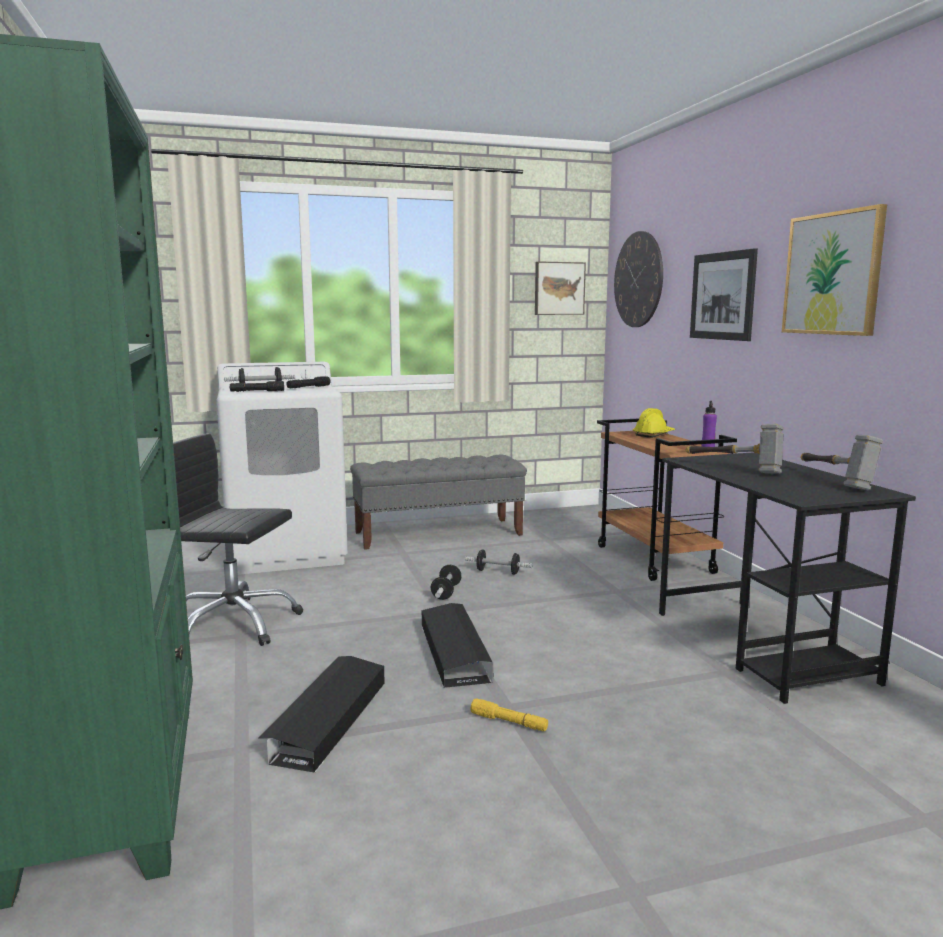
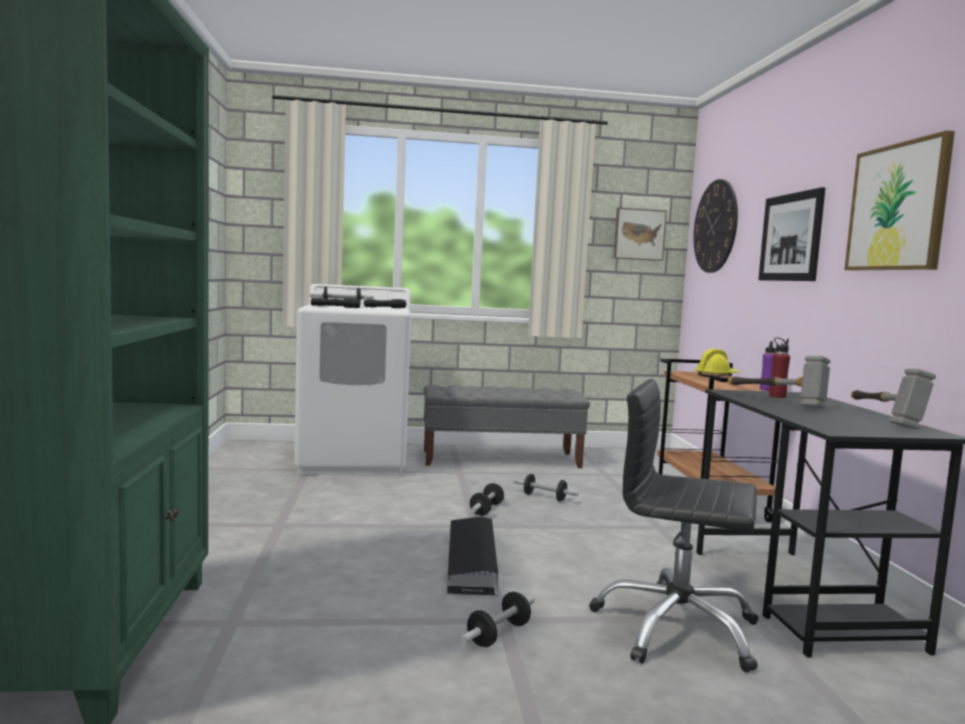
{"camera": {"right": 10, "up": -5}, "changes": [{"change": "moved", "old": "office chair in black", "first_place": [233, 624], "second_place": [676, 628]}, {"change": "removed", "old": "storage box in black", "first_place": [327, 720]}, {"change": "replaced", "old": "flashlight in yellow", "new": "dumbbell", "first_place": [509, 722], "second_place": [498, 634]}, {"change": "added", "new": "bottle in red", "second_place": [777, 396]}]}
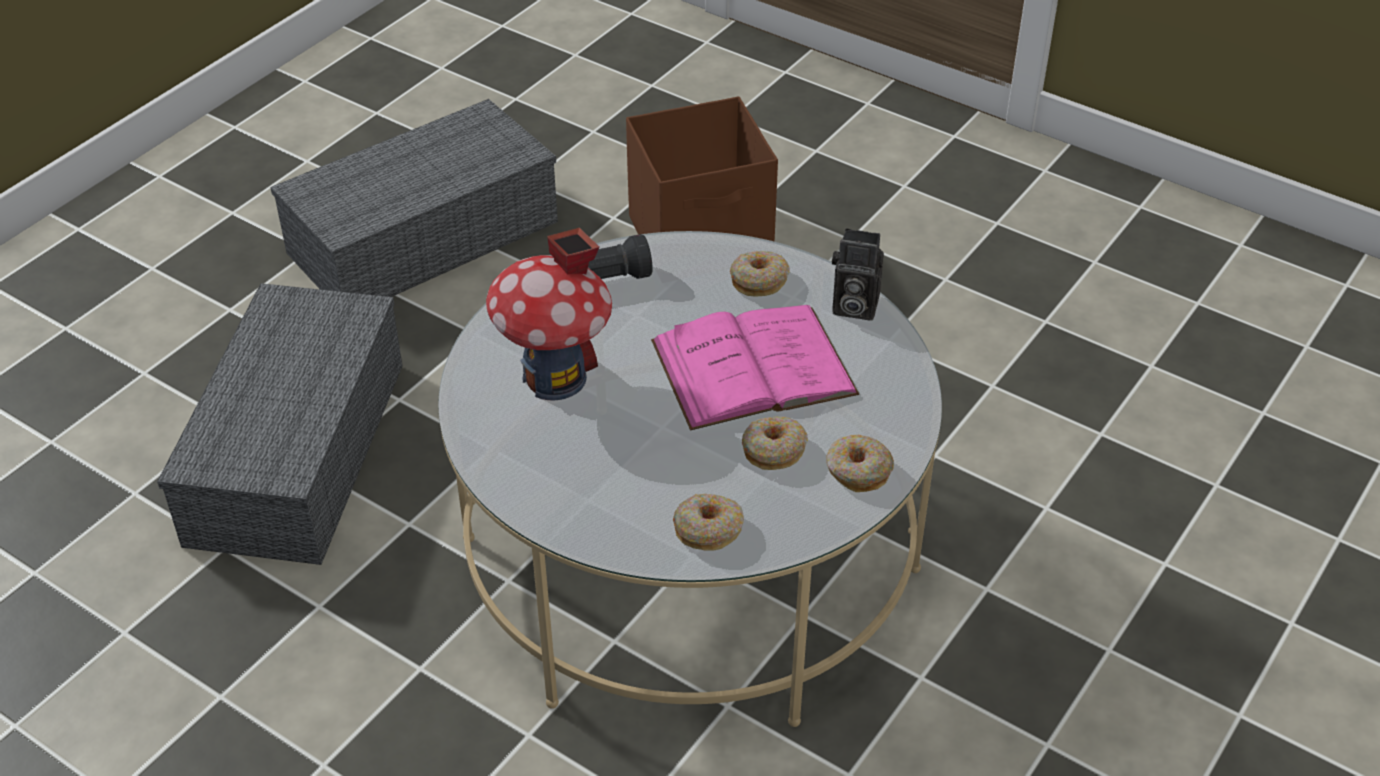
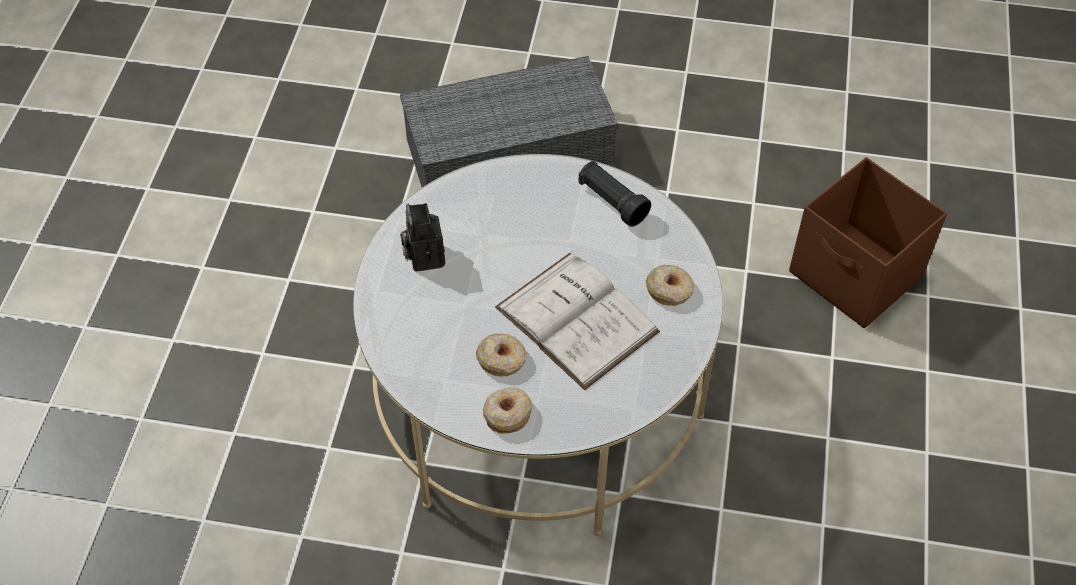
{"camera": {"right": 65, "up": 10}, "changes": [{"change": "removed", "old": "storage box in grey", "first_place": [425, 234]}, {"change": "removed", "old": "toy house", "first_place": [555, 378]}, {"change": "recoloured", "old": "book in pink", "new": "book in white", "first_place": [753, 367], "second_place": [577, 319]}, {"change": "removed", "old": "donut", "first_place": [708, 529]}, {"change": "moved", "old": "photo camera", "first_place": [852, 306], "second_place": [424, 256]}]}
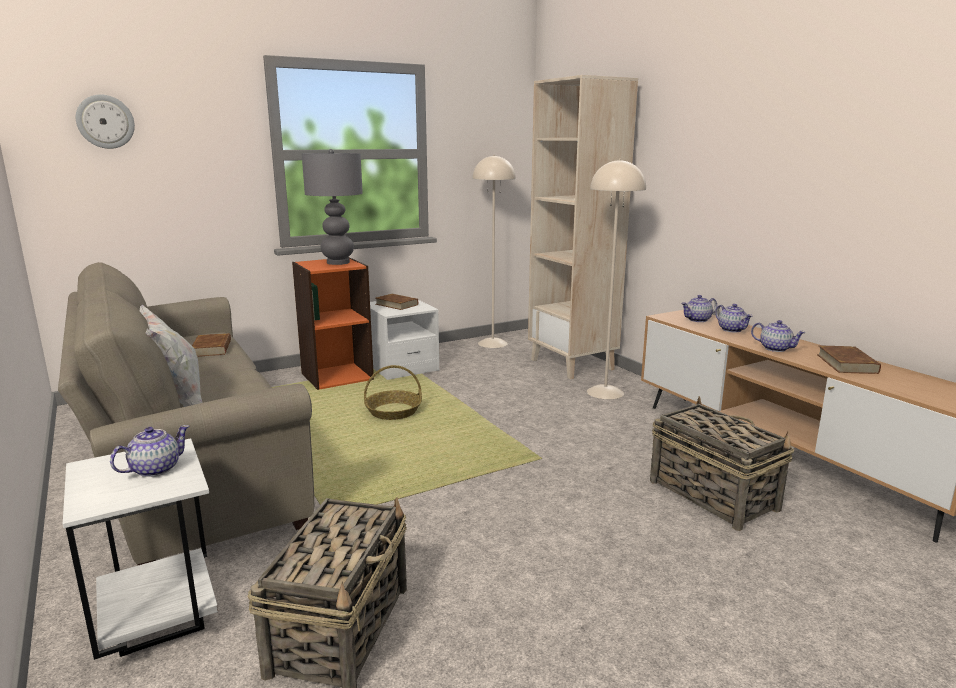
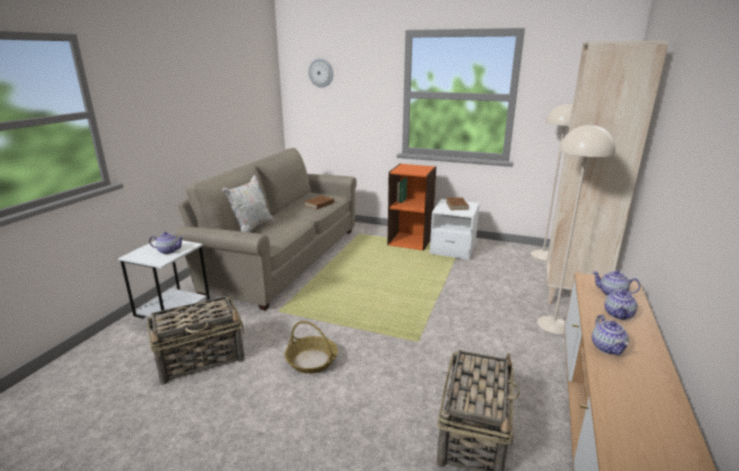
{"camera": {"right": 50, "up": 5}, "changes": [{"change": "removed", "old": "table lamp in grey", "first_place": [338, 262]}, {"change": "moved", "old": "basket", "first_place": [393, 411], "second_place": [312, 360]}, {"change": "removed", "old": "book in brown", "first_place": [847, 364]}]}
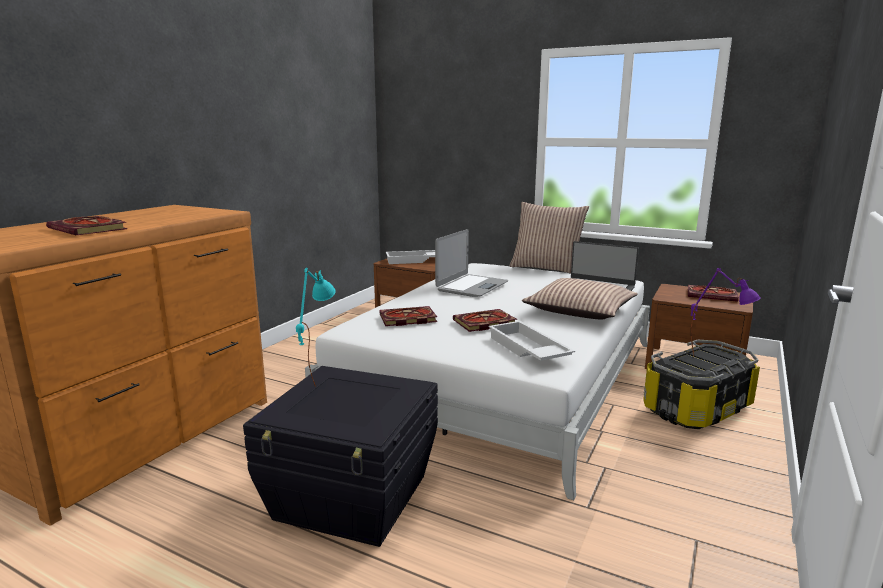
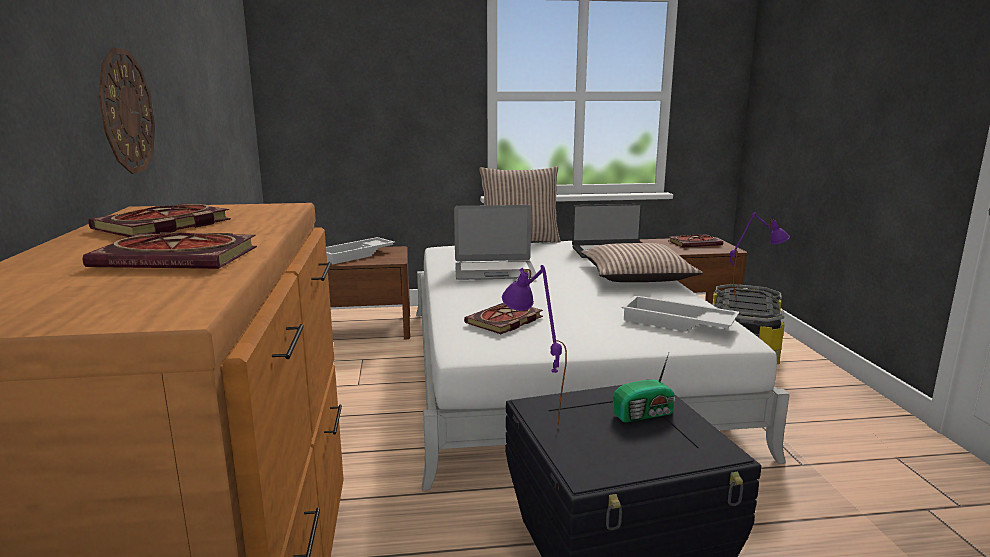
{"camera": {"right": -35, "up": 0}, "changes": [{"change": "recoloured", "old": "table lamp in turquoise", "new": "table lamp in purple", "first_place": [317, 375], "second_place": [531, 411]}, {"change": "turned", "old": "laptop", "first_place": [471, 286], "second_place": [494, 272], "degrees": 90}, {"change": "moved", "old": "book", "first_place": [483, 323], "second_place": [162, 226]}, {"change": "added", "new": "wall clock", "second_place": [126, 111]}, {"change": "added", "new": "radio", "second_place": [645, 414]}]}
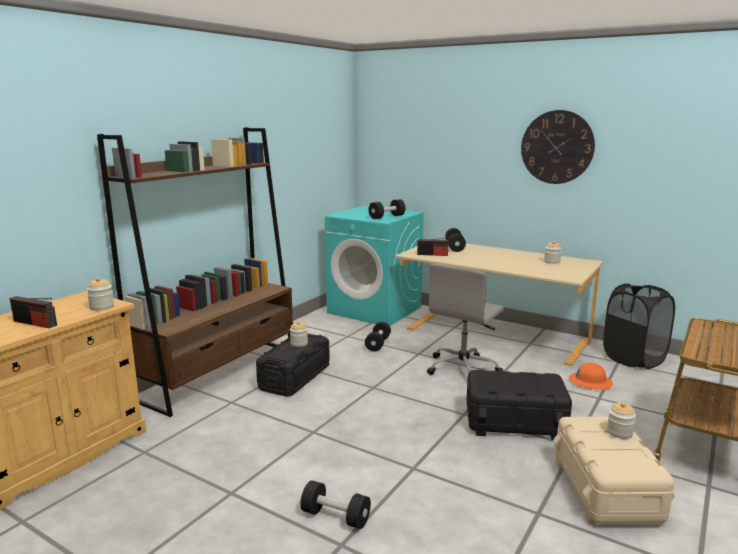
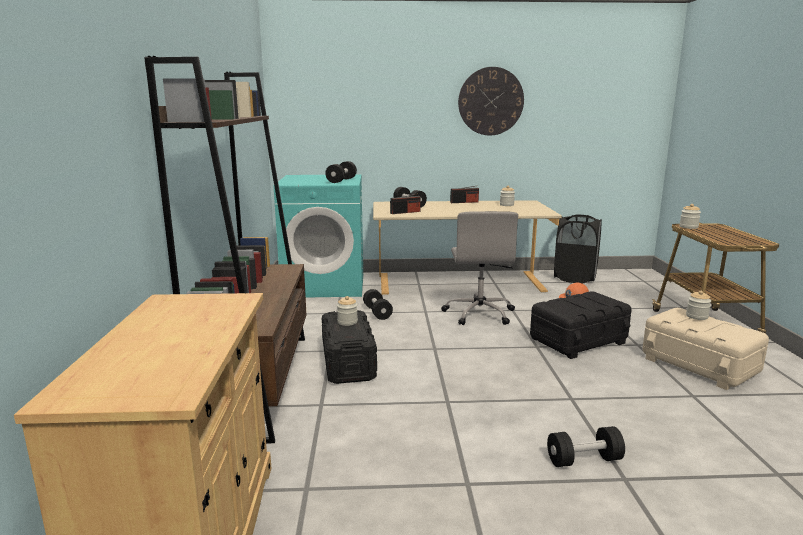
{"camera": {"right": -35, "up": 0}, "changes": [{"change": "moved", "old": "radio", "first_place": [35, 323], "second_place": [464, 202]}, {"change": "moved", "old": "jar", "first_place": [102, 307], "second_place": [688, 227]}]}
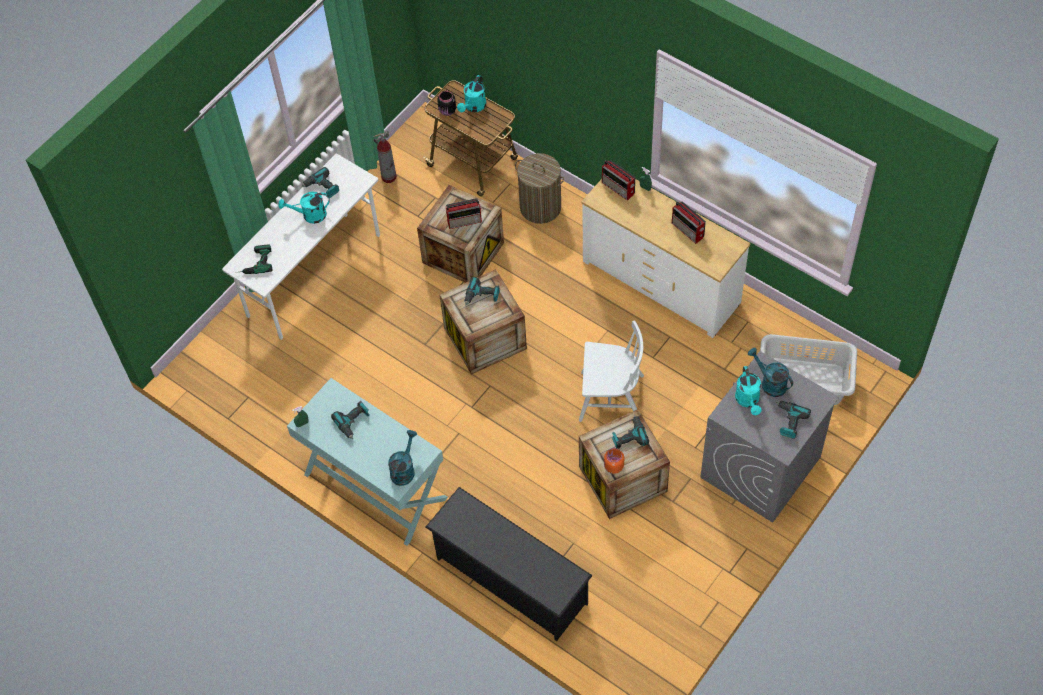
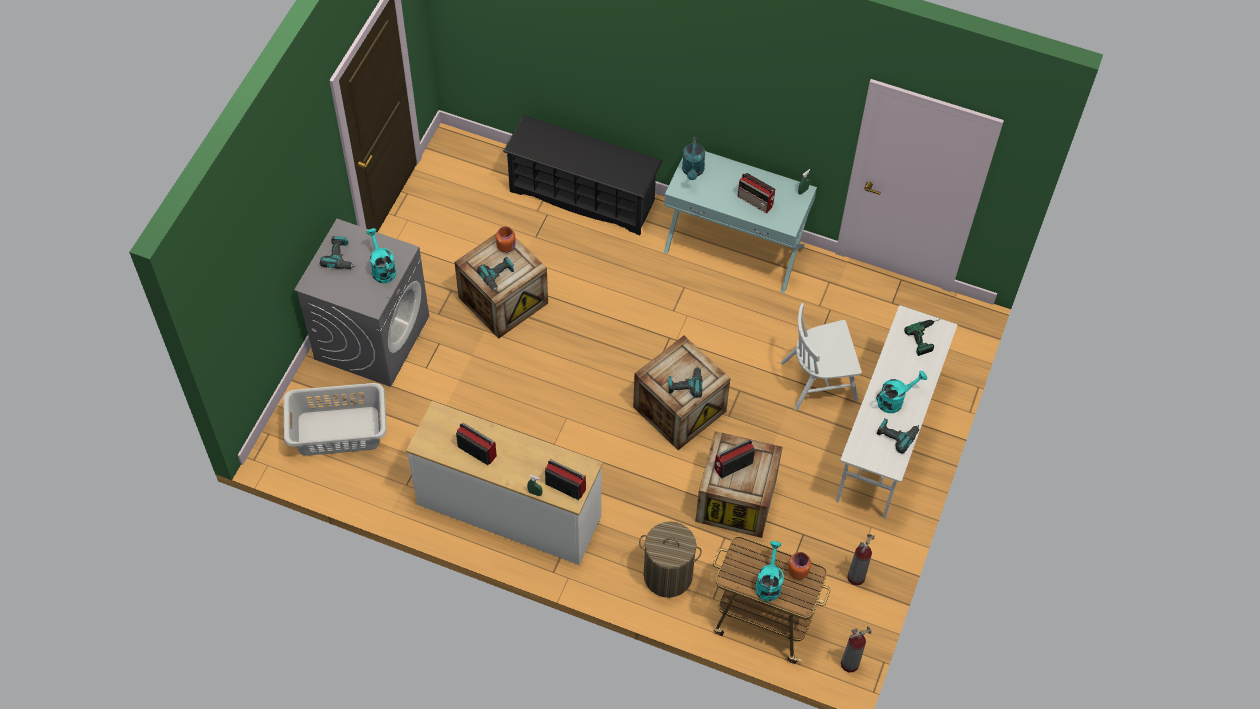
{"camera": {"right": 160, "up": 0}, "changes": [{"change": "replaced", "old": "power drill", "new": "radio", "first_place": [353, 422], "second_place": [756, 201]}, {"change": "recoloured", "old": "jar in black", "new": "jar in orange", "first_place": [447, 111], "second_place": [797, 571]}, {"change": "moved", "old": "chair in white", "first_place": [610, 397], "second_place": [819, 380]}, {"change": "removed", "old": "watering can in turquoise", "first_place": [769, 383]}, {"change": "added", "new": "fire extinguisher", "second_place": [849, 664]}]}
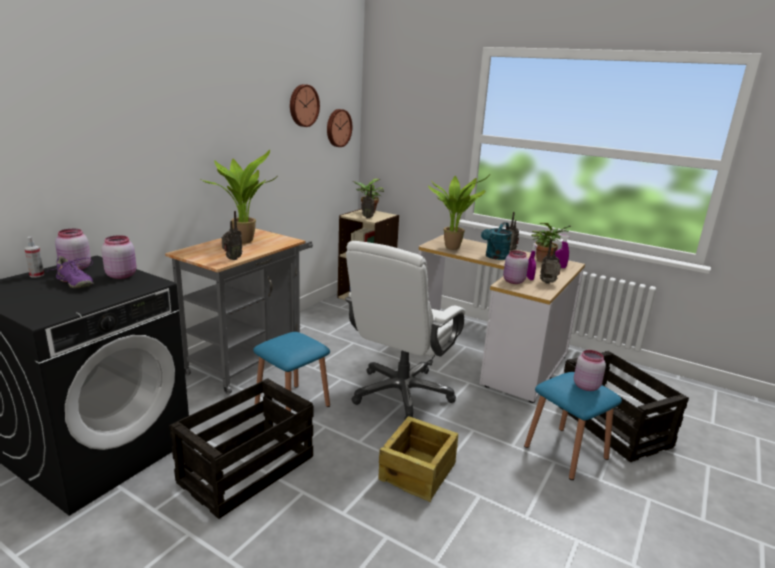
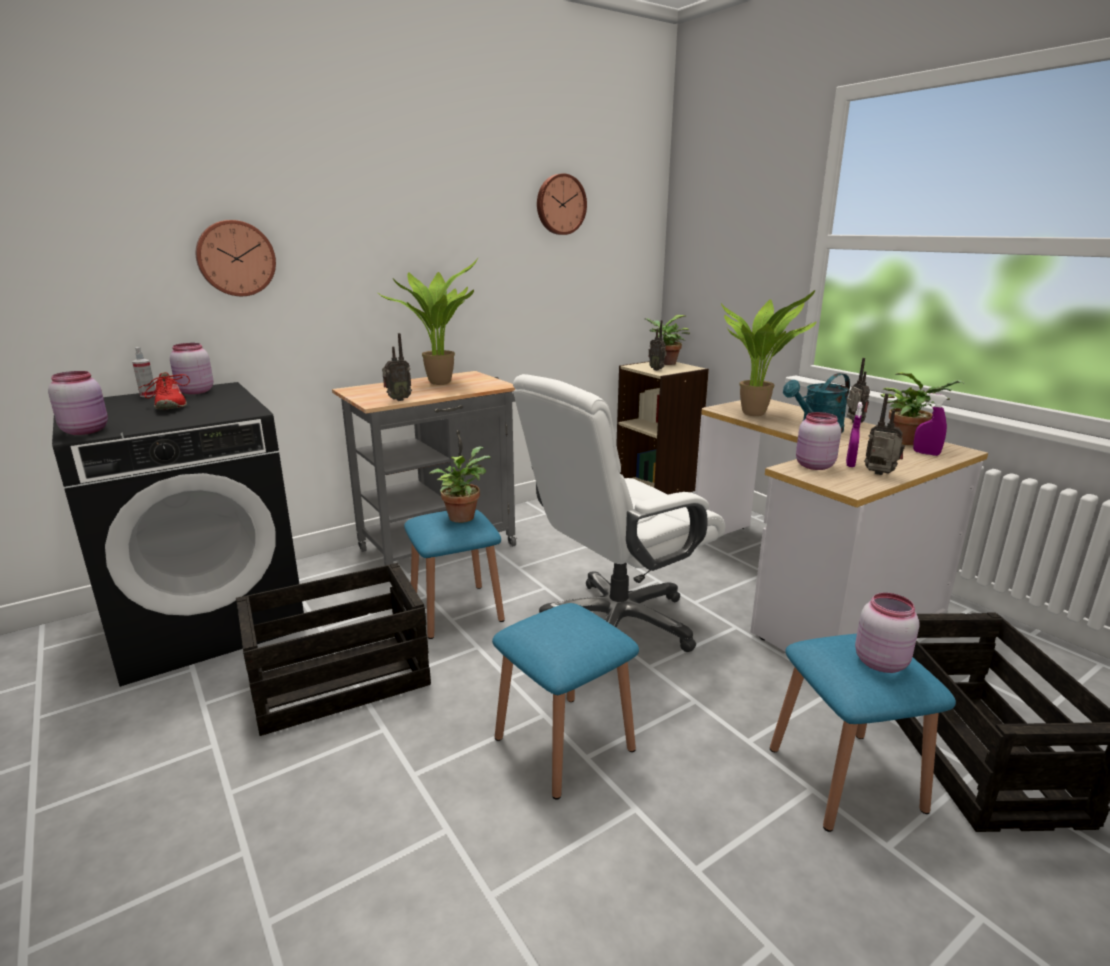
{"camera": {"right": 25, "up": 0}, "changes": [{"change": "recoloured", "old": "shoe in purple", "new": "shoe in red", "first_place": [74, 283], "second_place": [169, 405]}, {"change": "moved", "old": "jar in pink", "first_place": [121, 275], "second_place": [86, 430]}, {"change": "moved", "old": "wall clock", "first_place": [338, 128], "second_place": [235, 258]}, {"change": "replaced", "old": "crate", "new": "stool in blue", "first_place": [418, 471], "second_place": [564, 743]}, {"change": "added", "new": "potted plant", "second_place": [462, 516]}]}
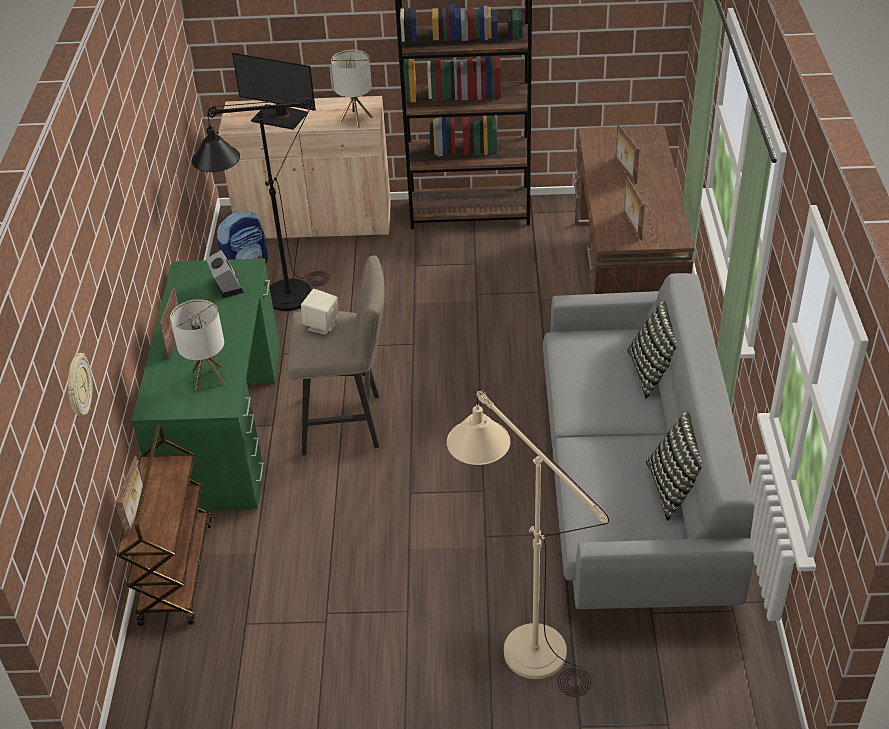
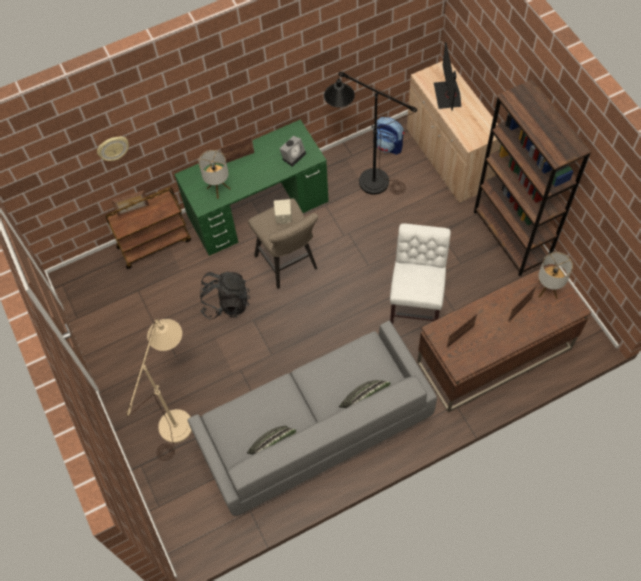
{"camera": {"right": 65, "up": 20}, "changes": [{"change": "moved", "old": "table lamp", "first_place": [355, 119], "second_place": [547, 289]}, {"change": "added", "new": "backpack in black", "second_place": [226, 303]}, {"change": "added", "new": "chair in white", "second_place": [415, 305]}]}
